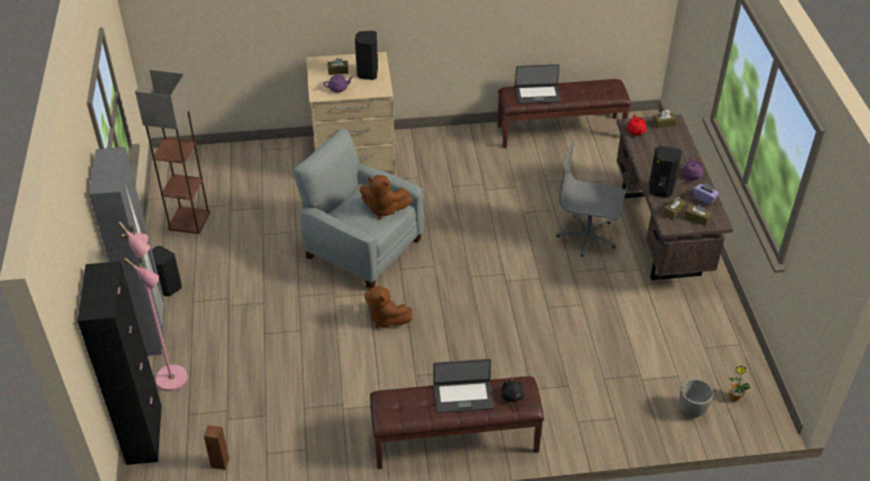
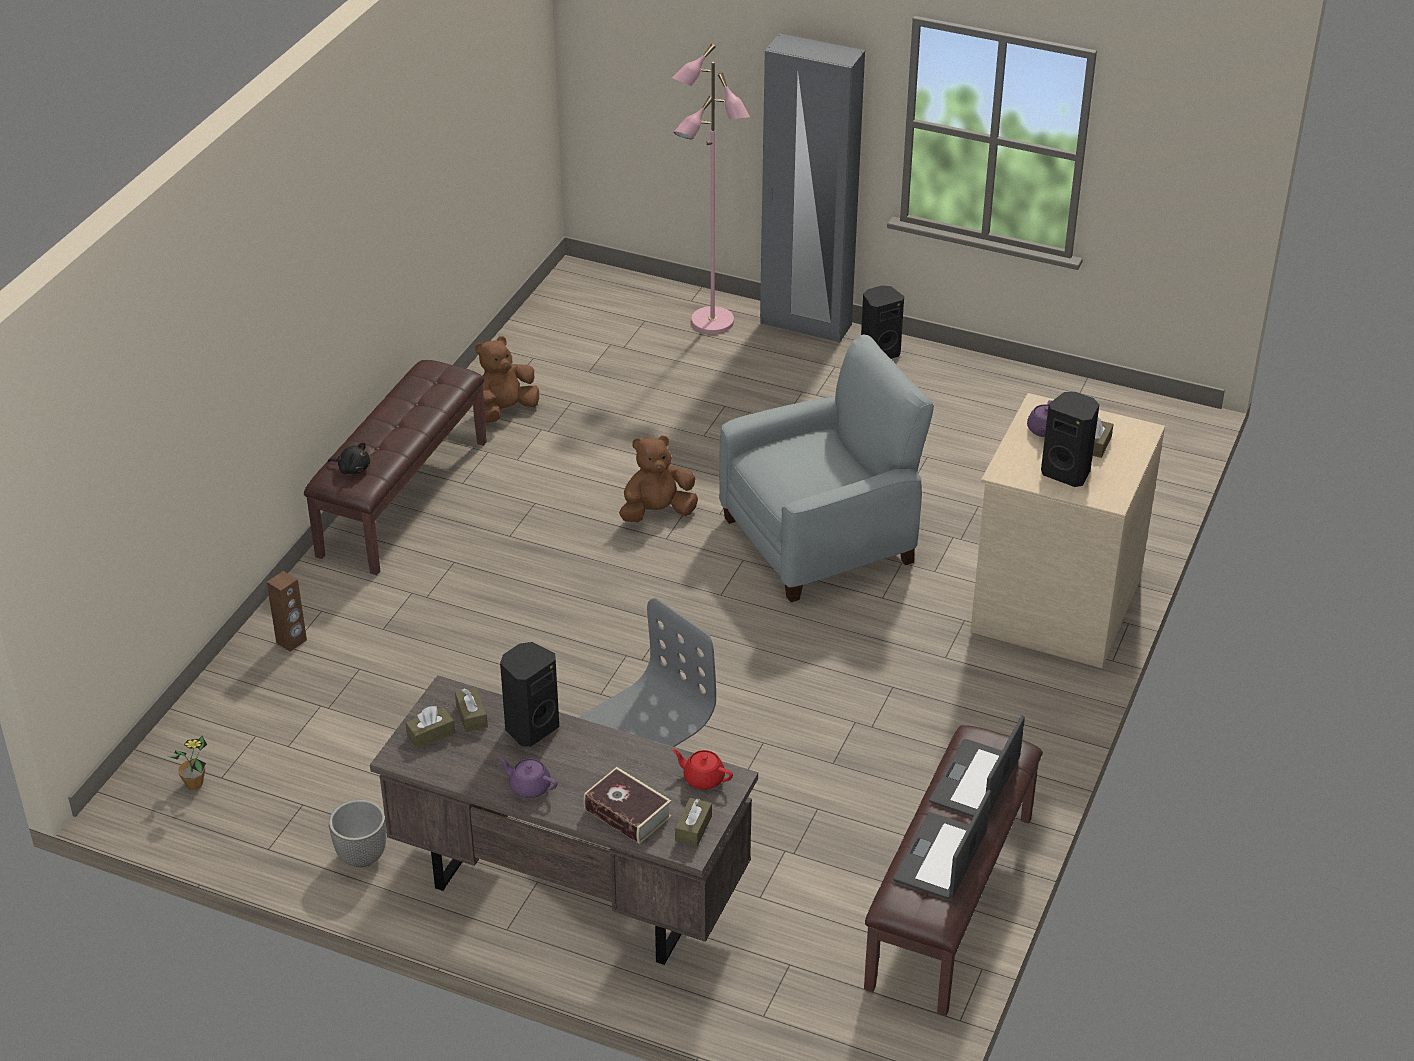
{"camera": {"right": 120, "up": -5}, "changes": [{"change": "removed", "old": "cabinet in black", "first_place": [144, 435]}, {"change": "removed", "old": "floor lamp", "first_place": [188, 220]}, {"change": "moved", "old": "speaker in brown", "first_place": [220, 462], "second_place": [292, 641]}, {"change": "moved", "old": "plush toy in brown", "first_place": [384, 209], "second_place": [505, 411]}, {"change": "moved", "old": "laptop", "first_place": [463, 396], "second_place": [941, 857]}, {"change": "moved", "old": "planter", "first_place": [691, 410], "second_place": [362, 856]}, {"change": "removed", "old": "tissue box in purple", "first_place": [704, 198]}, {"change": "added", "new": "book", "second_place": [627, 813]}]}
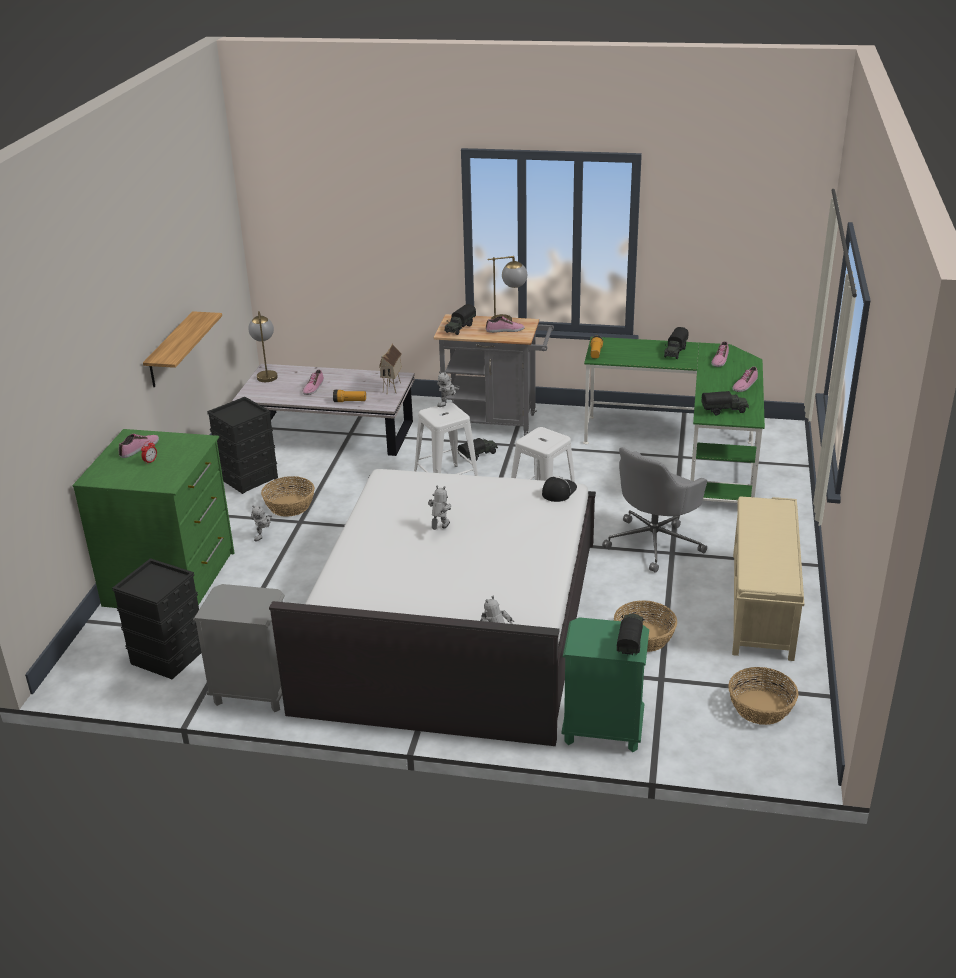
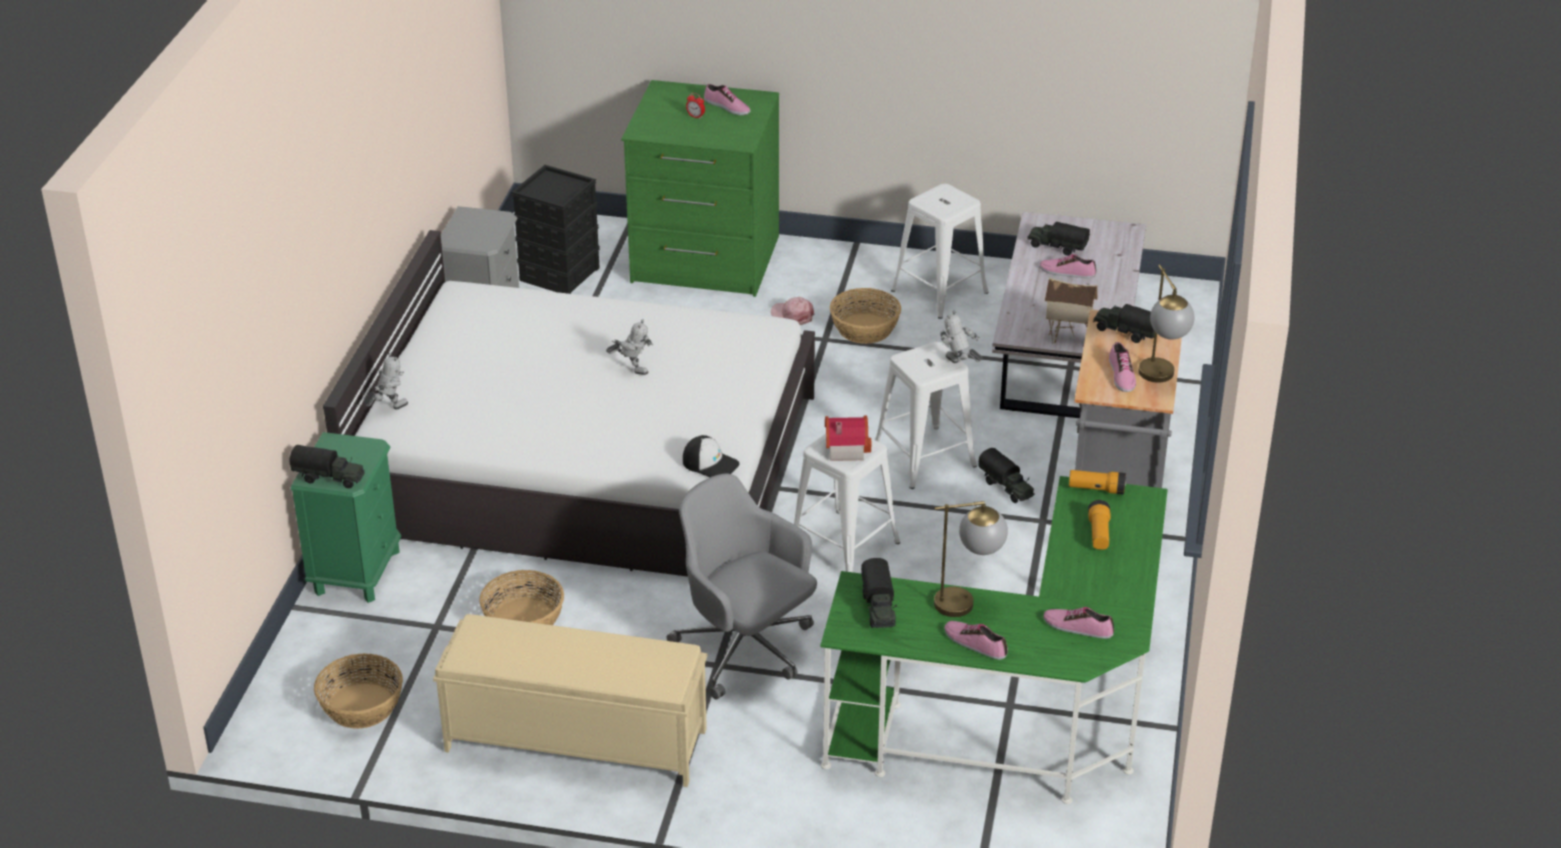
{"camera": {"right": 90, "up": 5}, "changes": [{"change": "removed", "old": "shelf", "first_place": [170, 350]}, {"change": "replaced", "old": "storage box in black", "new": "stool in white", "first_place": [248, 477], "second_place": [939, 291]}, {"change": "moved", "old": "table lamp", "first_place": [266, 374], "second_place": [968, 602]}, {"change": "replaced", "old": "toy robot", "new": "cap in pink", "first_place": [264, 536], "second_place": [792, 315]}, {"change": "moved", "old": "flashlight", "first_place": [350, 401], "second_place": [1099, 534]}, {"change": "moved", "old": "toy truck", "first_place": [675, 352], "second_place": [1056, 247]}, {"change": "added", "new": "toy house", "second_place": [844, 448]}]}
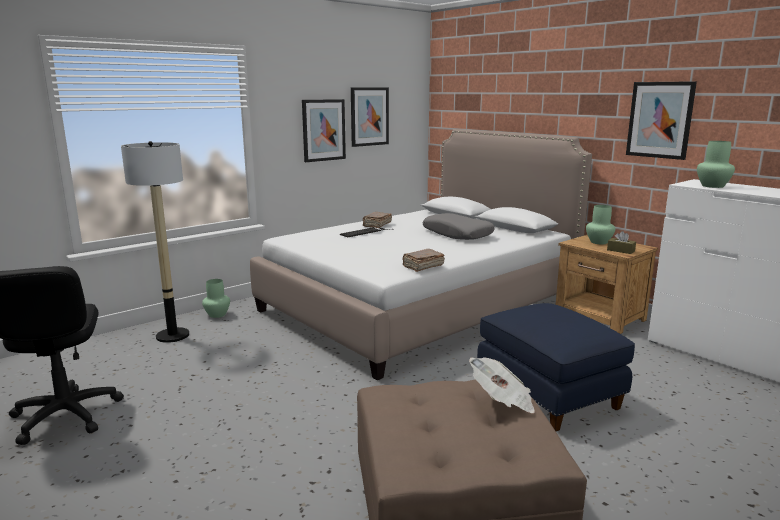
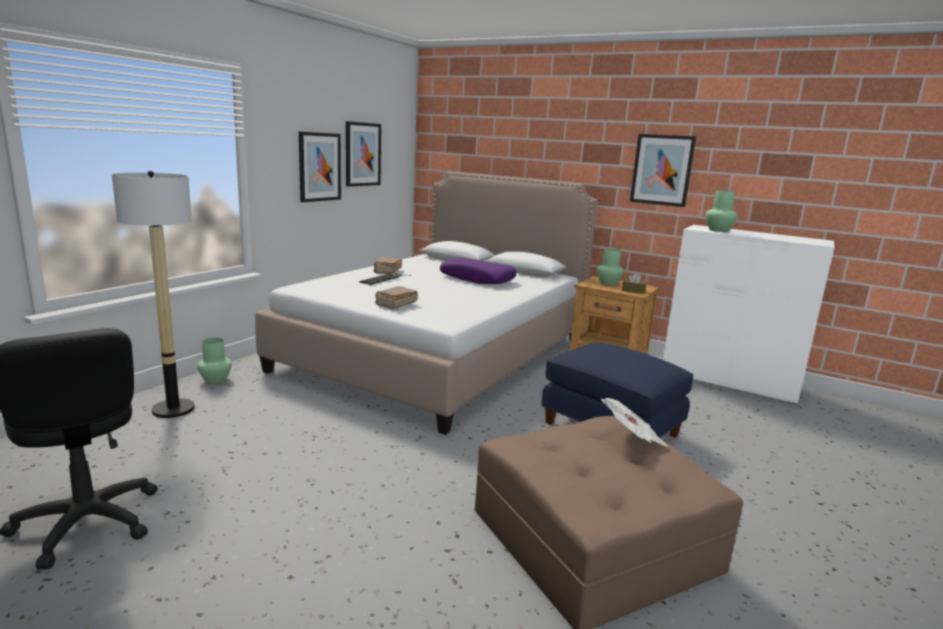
{"camera": {"right": -20, "up": 0}, "changes": [{"change": "moved", "old": "book in brown", "first_place": [422, 266], "second_place": [395, 304]}, {"change": "recoloured", "old": "pillow in grey", "new": "pillow in purple", "first_place": [457, 234], "second_place": [477, 279]}]}
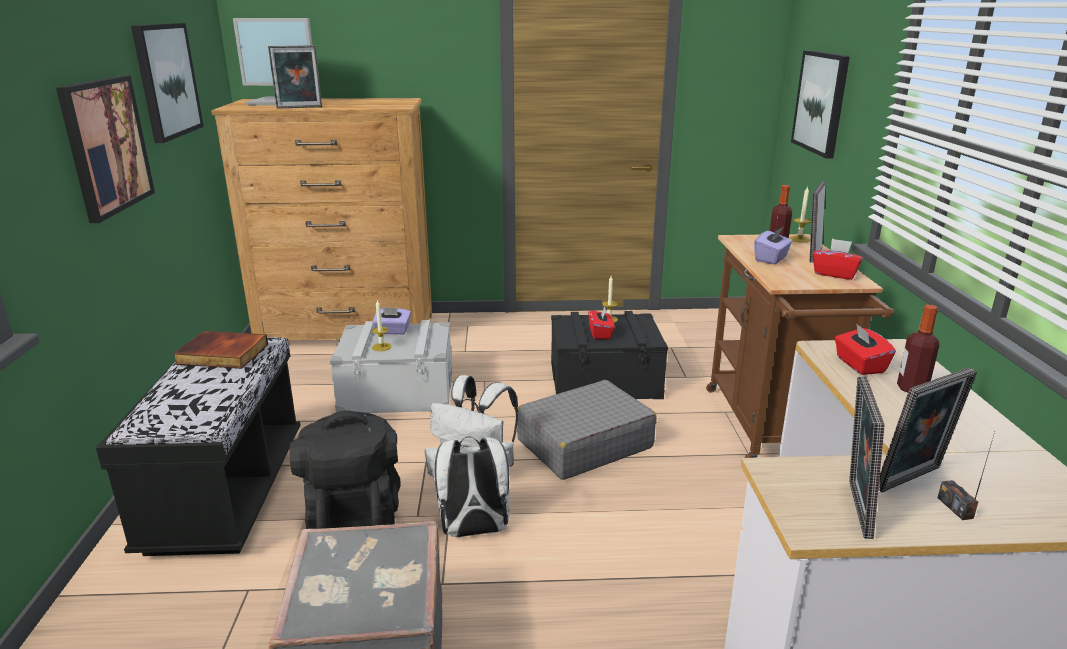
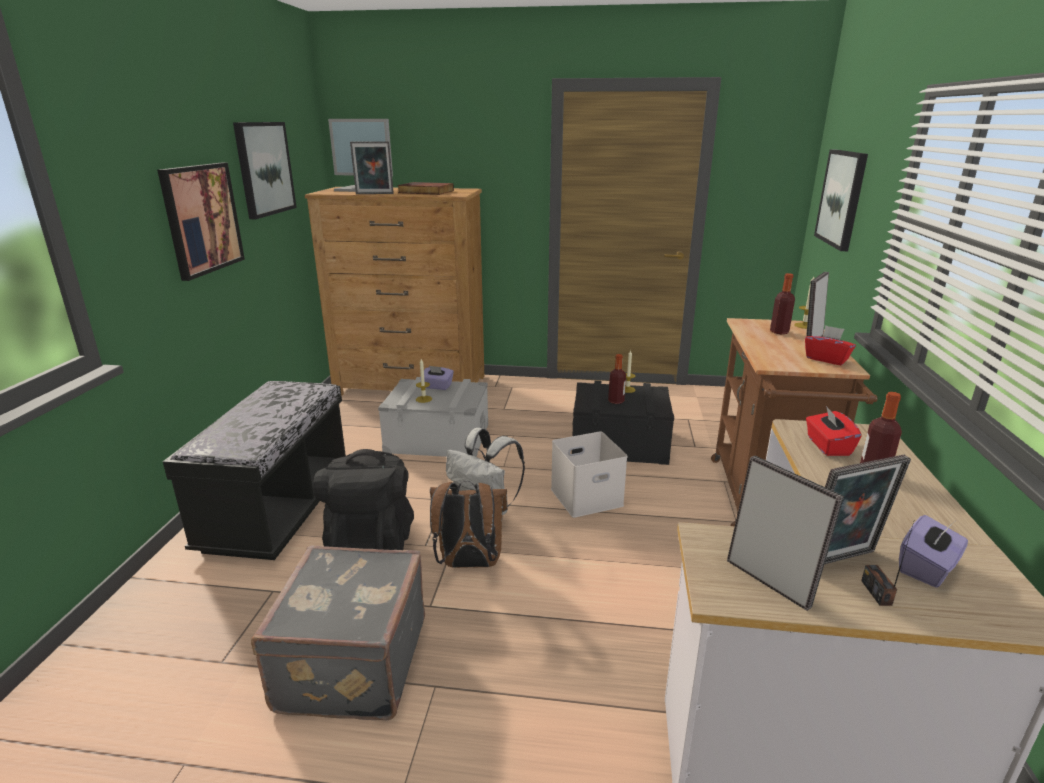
{"camera": {"right": 10, "up": 0}, "changes": [{"change": "moved", "old": "book", "first_place": [221, 354], "second_place": [425, 192]}, {"change": "recoloured", "old": "backpack in white", "new": "backpack in brown", "first_place": [473, 531], "second_place": [469, 563]}, {"change": "replaced", "old": "suitcase in grey", "new": "storage box in white", "first_place": [584, 444], "second_place": [586, 498]}, {"change": "replaced", "old": "tissue box in red", "new": "bottle", "first_place": [600, 333], "second_place": [616, 401]}, {"change": "moved", "old": "tissue box in purple", "first_place": [771, 259], "second_place": [927, 568]}, {"change": "turned", "old": "picture frame", "first_place": [853, 508], "second_place": [770, 581], "degrees": 120}]}
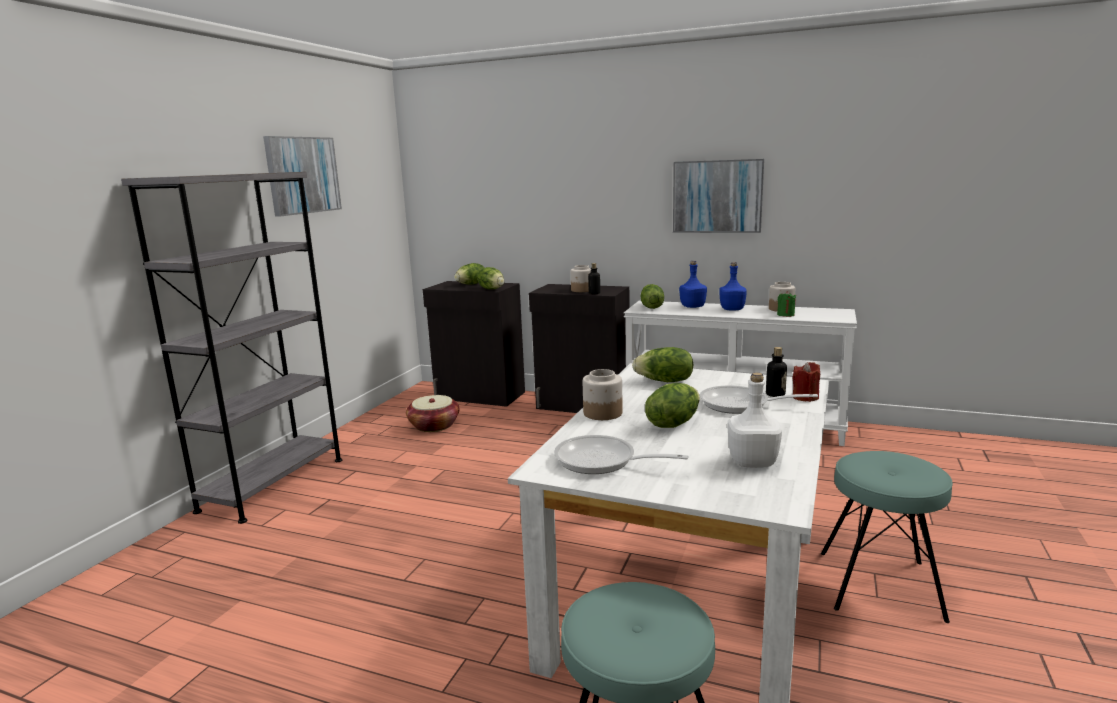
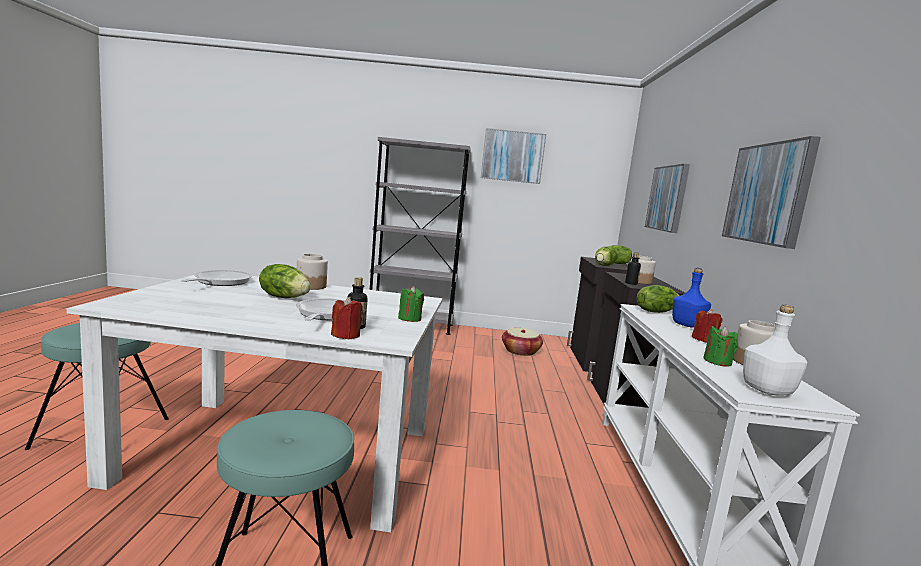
{"camera": {"right": 70, "up": -5}, "changes": [{"change": "removed", "old": "lettuce", "first_place": [665, 381]}, {"change": "replaced", "old": "bottle in blue", "new": "candle in red", "first_place": [732, 309], "second_place": [704, 340]}, {"change": "moved", "old": "bottle in white", "first_place": [753, 463], "second_place": [766, 390]}, {"change": "added", "new": "candle in green", "second_place": [409, 318]}, {"change": "added", "new": "picture", "second_place": [667, 198]}]}
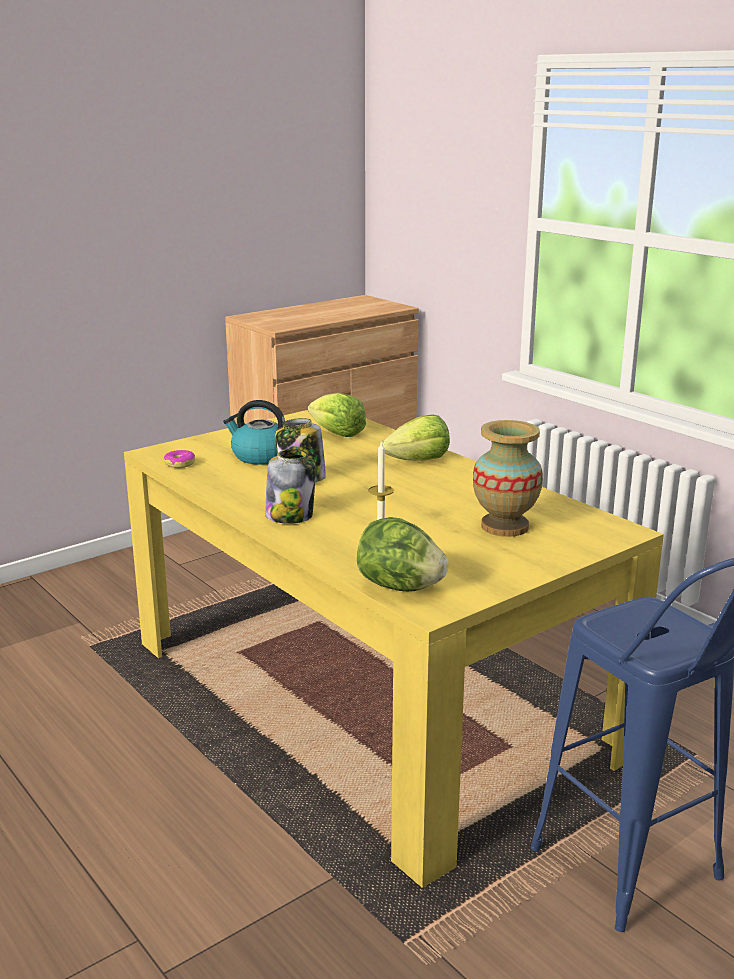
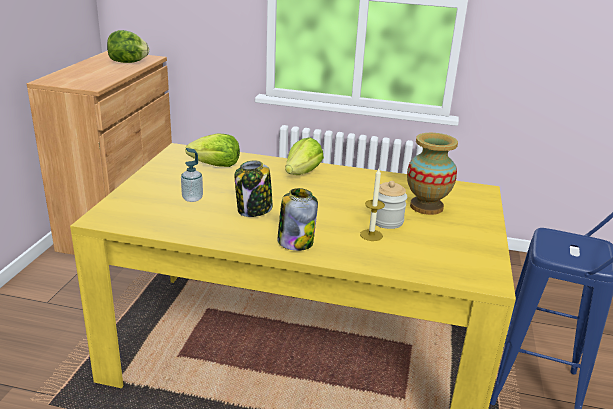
{"camera": {"right": -40, "up": 5}, "changes": [{"change": "removed", "old": "donut", "first_place": [180, 464]}, {"change": "replaced", "old": "kettle", "new": "soap dispenser", "first_place": [260, 456], "second_place": [192, 198]}, {"change": "moved", "old": "lettuce", "first_place": [399, 587], "second_place": [128, 62]}, {"change": "added", "new": "jar", "second_place": [387, 221]}]}
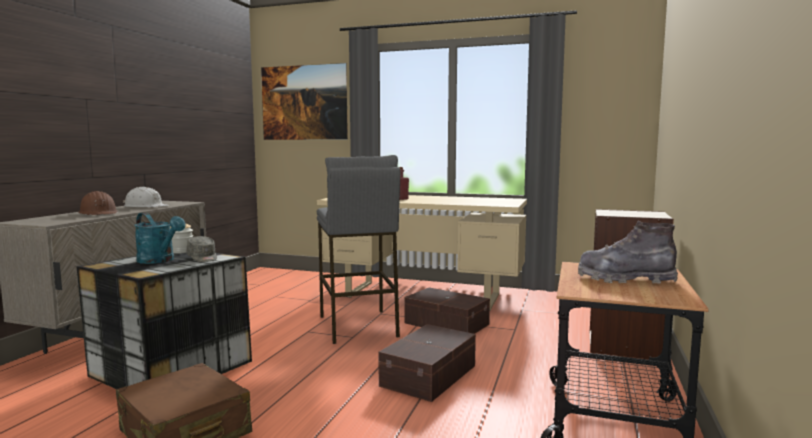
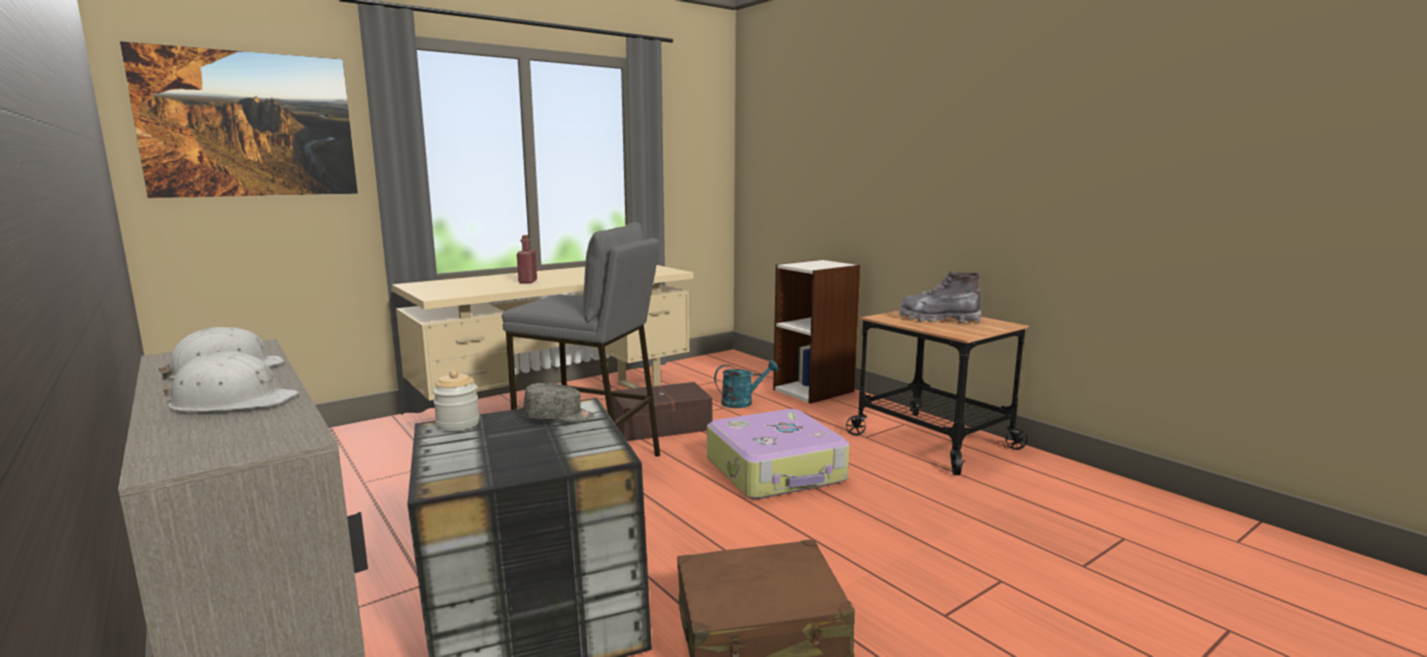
{"camera": {"right": -55, "up": 5}, "changes": [{"change": "recoloured", "old": "hard hat in brown", "new": "hard hat in white", "first_place": [99, 213], "second_place": [233, 402]}, {"change": "moved", "old": "watering can in turquoise", "first_place": [159, 261], "second_place": [742, 402]}, {"change": "replaced", "old": "storage box in brown", "new": "suitcase", "first_place": [430, 375], "second_place": [776, 470]}, {"change": "turned", "old": "boot in grey", "first_place": [625, 279], "second_place": [938, 319], "degrees": 60}]}
